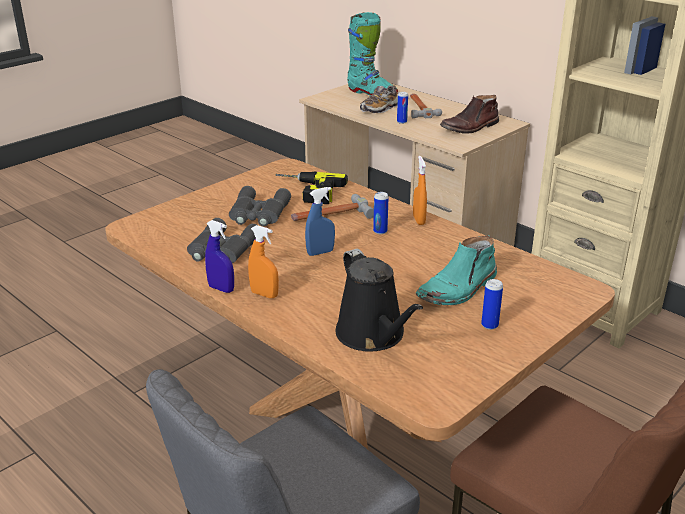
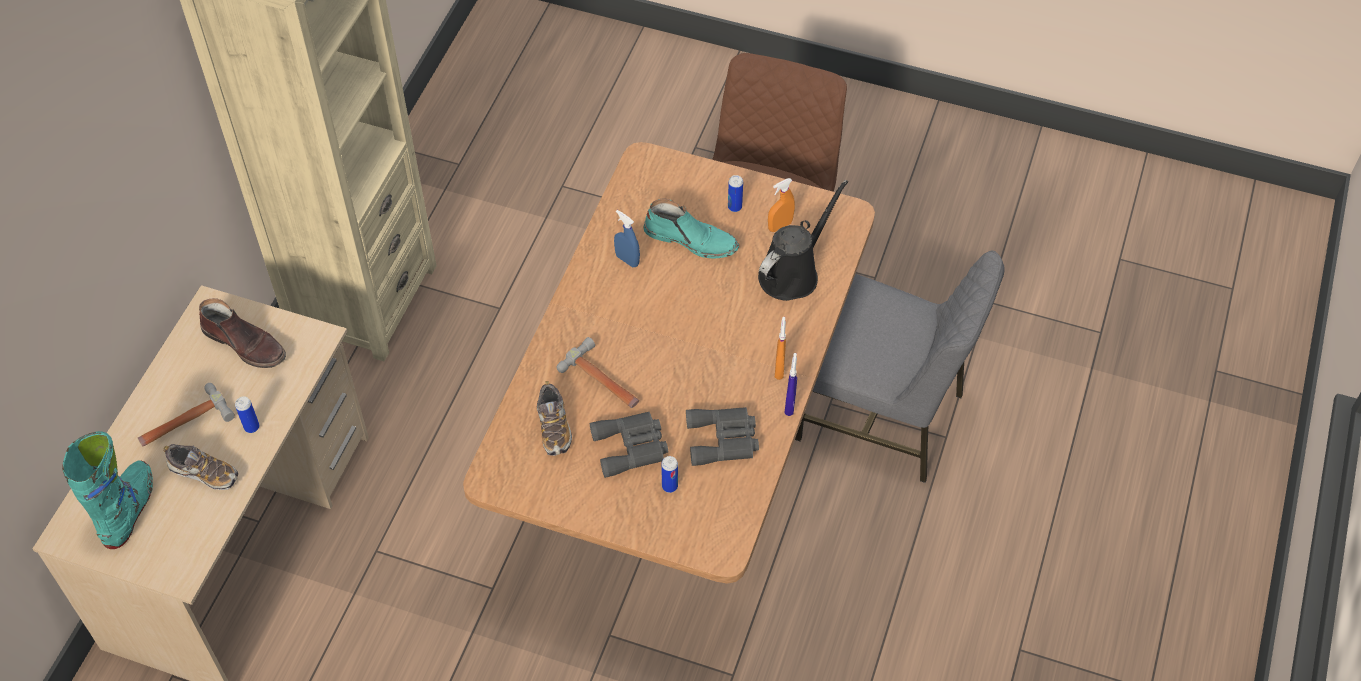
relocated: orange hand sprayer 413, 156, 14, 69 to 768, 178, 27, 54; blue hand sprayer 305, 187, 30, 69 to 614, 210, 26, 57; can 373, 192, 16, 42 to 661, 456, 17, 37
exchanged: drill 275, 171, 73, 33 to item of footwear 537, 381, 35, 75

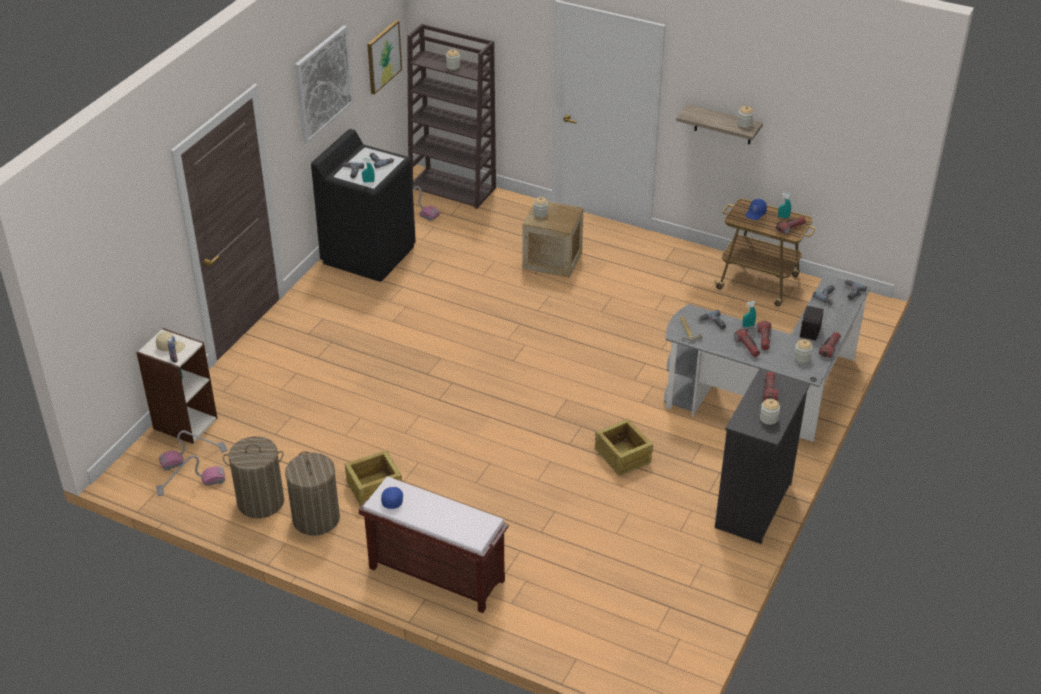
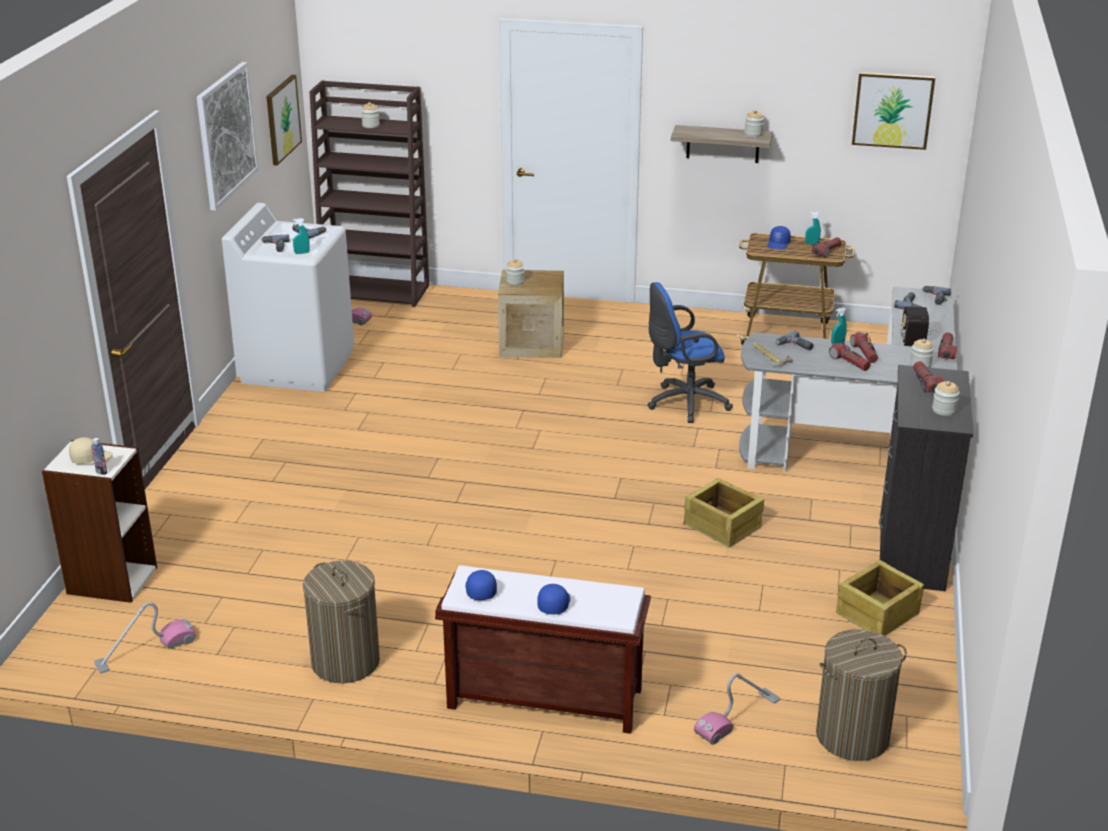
appeared: wall picture 852, 72, 83, 78; blue desk chair 647, 282, 86, 141; blue cap 537, 584, 33, 30
relocated: vacuum 159, 430, 68, 41 to 694, 673, 86, 71; hamper 223, 436, 61, 82 to 816, 629, 91, 132; packing crate 345, 450, 57, 57 to 836, 559, 88, 77
colour: black laundry appliance 311, 129, 105, 153 to white-coloured laundry appliance 222, 203, 132, 189

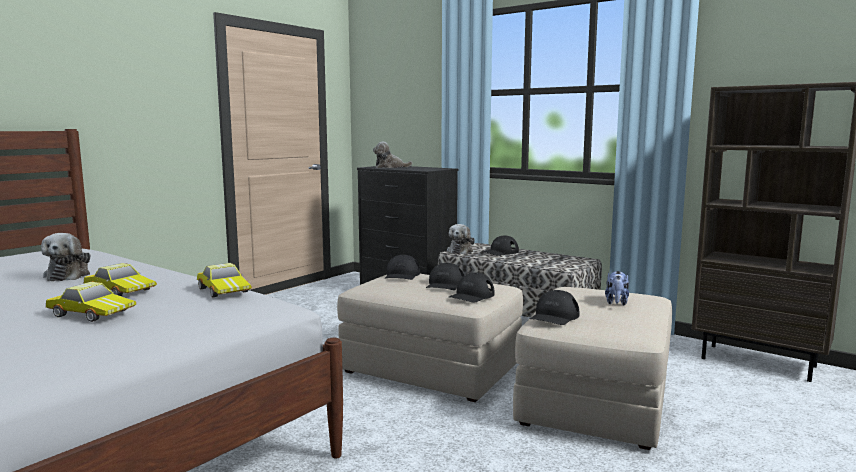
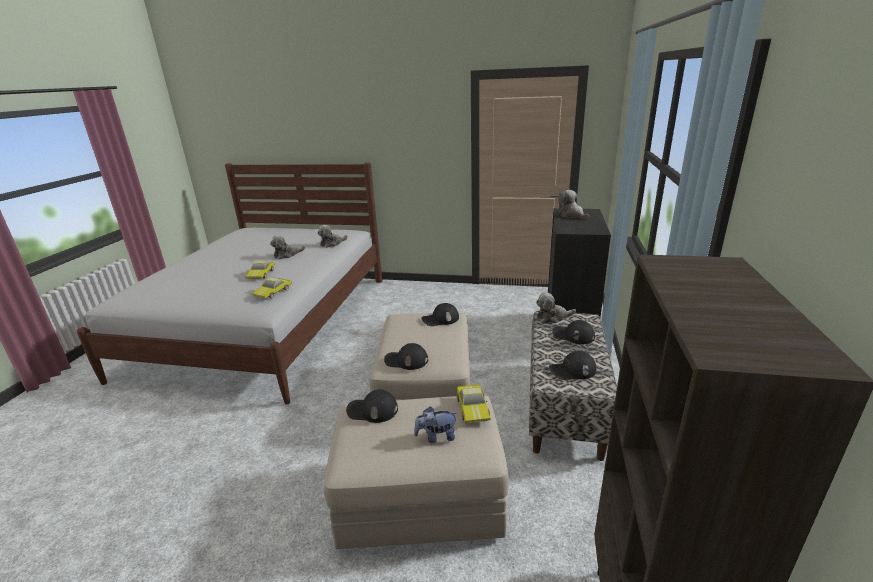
appeared: cuddly toy 318, 225, 30, 23
relocated: black cap 426, 263, 38, 27 to 549, 351, 48, 29; miniature car 46, 282, 90, 40 to 457, 384, 34, 39

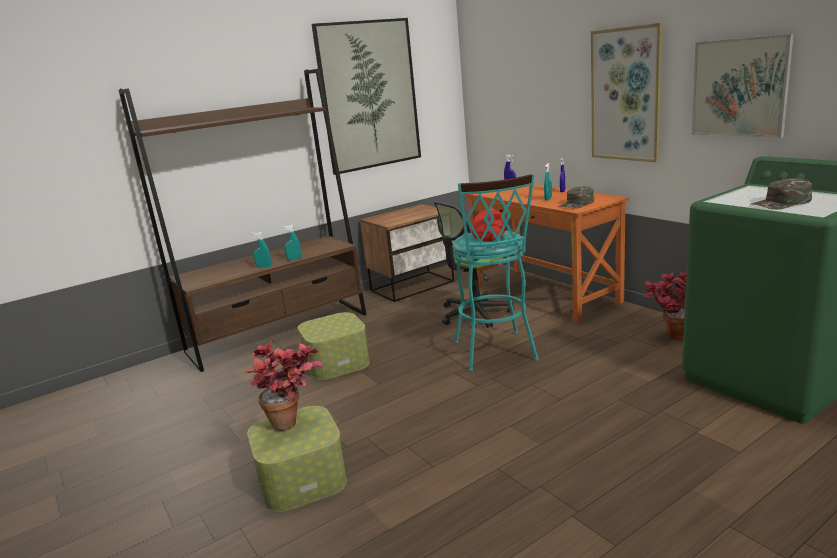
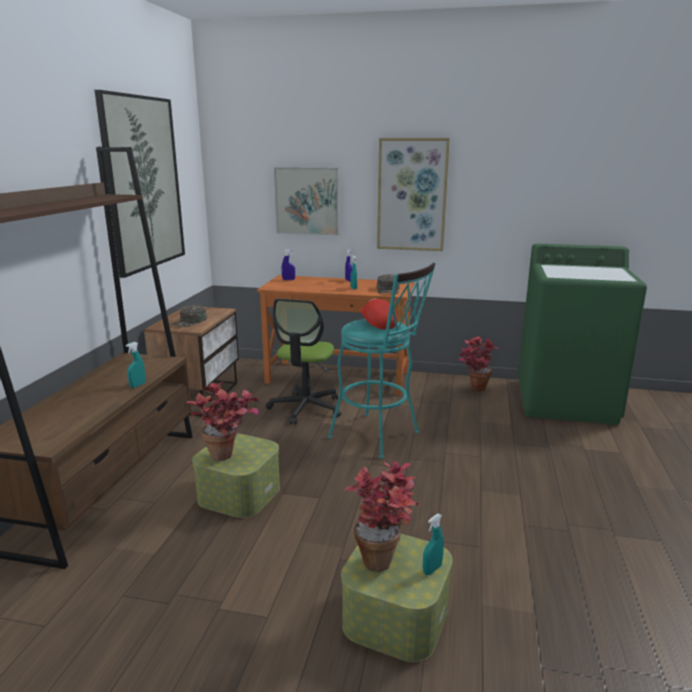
appeared: potted plant 186, 381, 73, 80
relocated: wall picture 691, 33, 103, 105 to 274, 167, 65, 68; green-coloured cap 751, 178, 61, 31 to 171, 305, 36, 22; turquoise-coloured hand sprayer 251, 232, 20, 36 to 423, 514, 21, 61

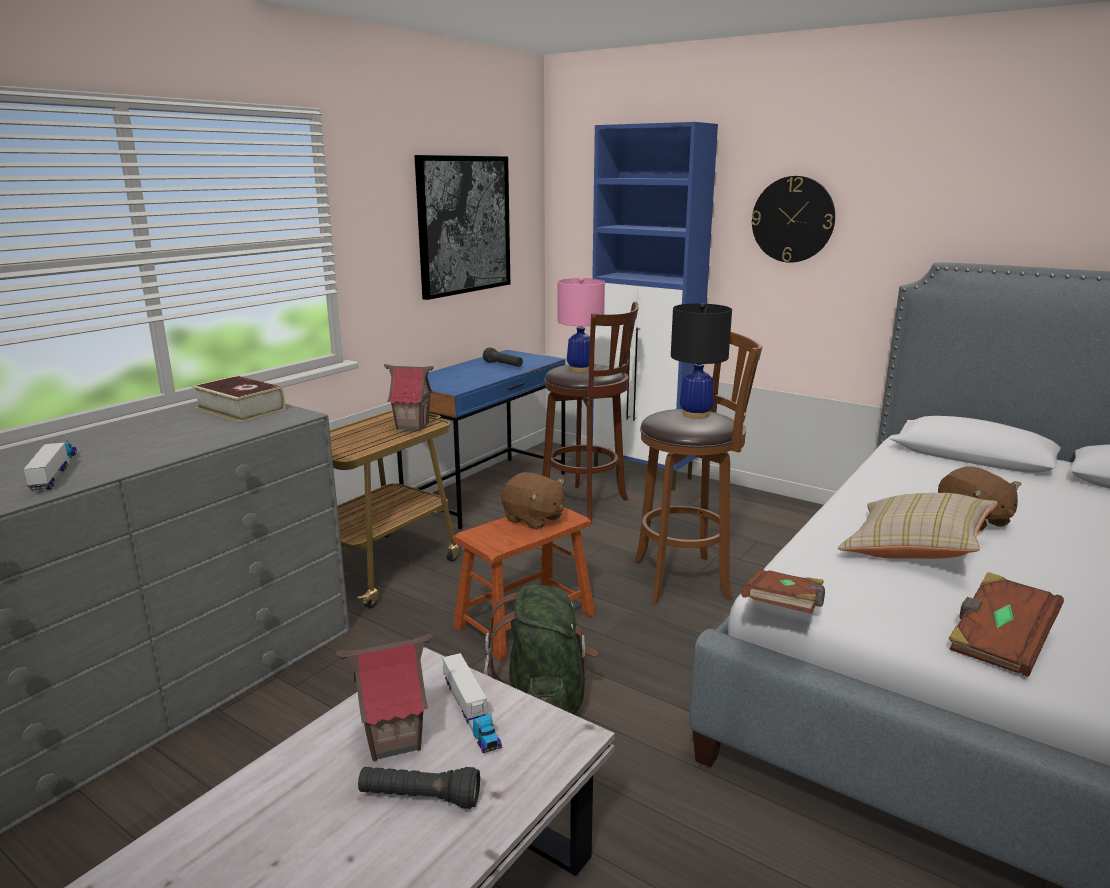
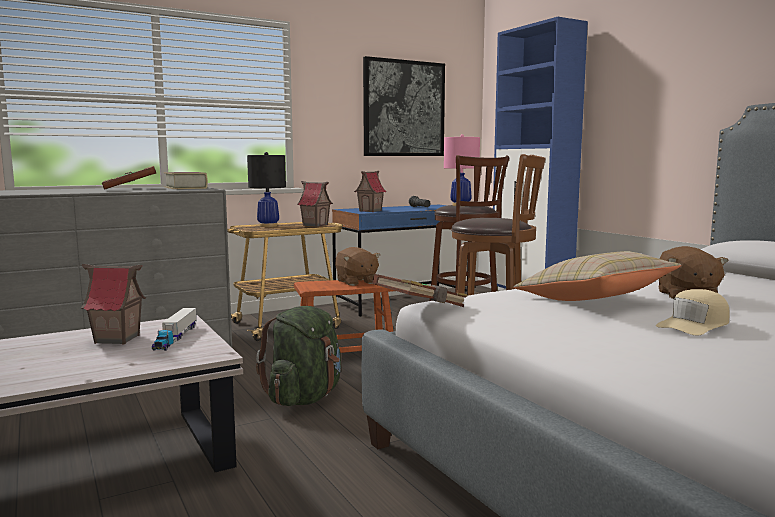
missing: hanging clock 751, 176, 84, 87; model truck 23, 439, 54, 53; black flashlight 358, 767, 122, 42
appeared: miniature house 354, 171, 32, 41; beige cap 656, 289, 74, 47
relocated: black table lamp 671, 303, 61, 116 to 247, 152, 39, 75; brown book 949, 572, 115, 104 to 102, 166, 54, 24

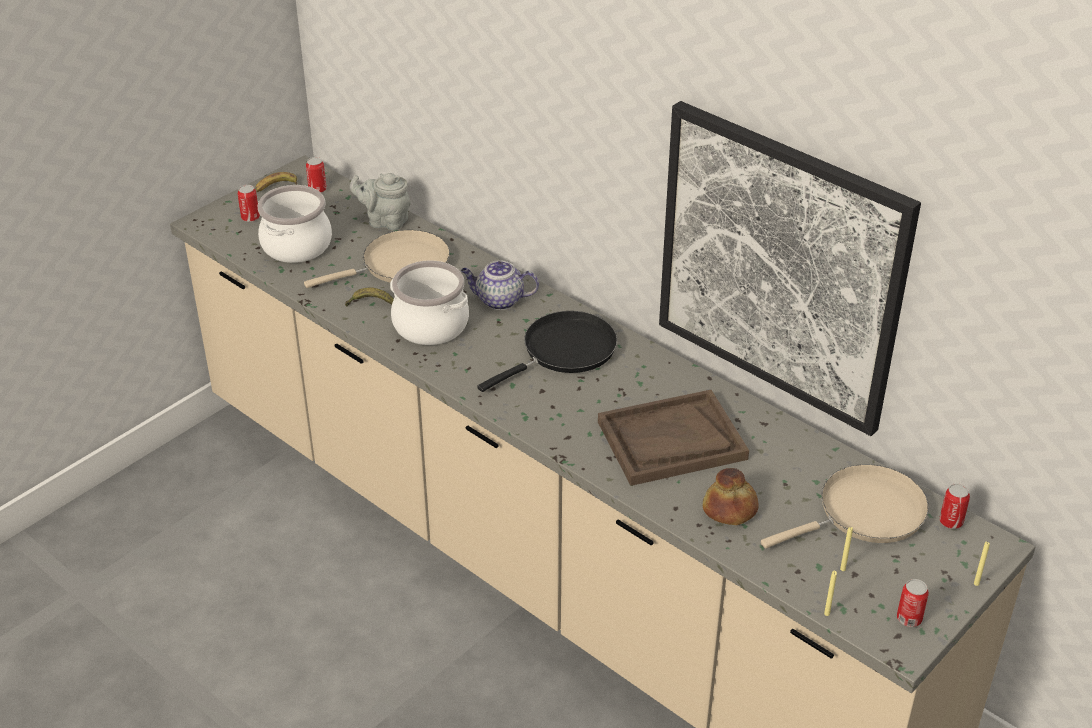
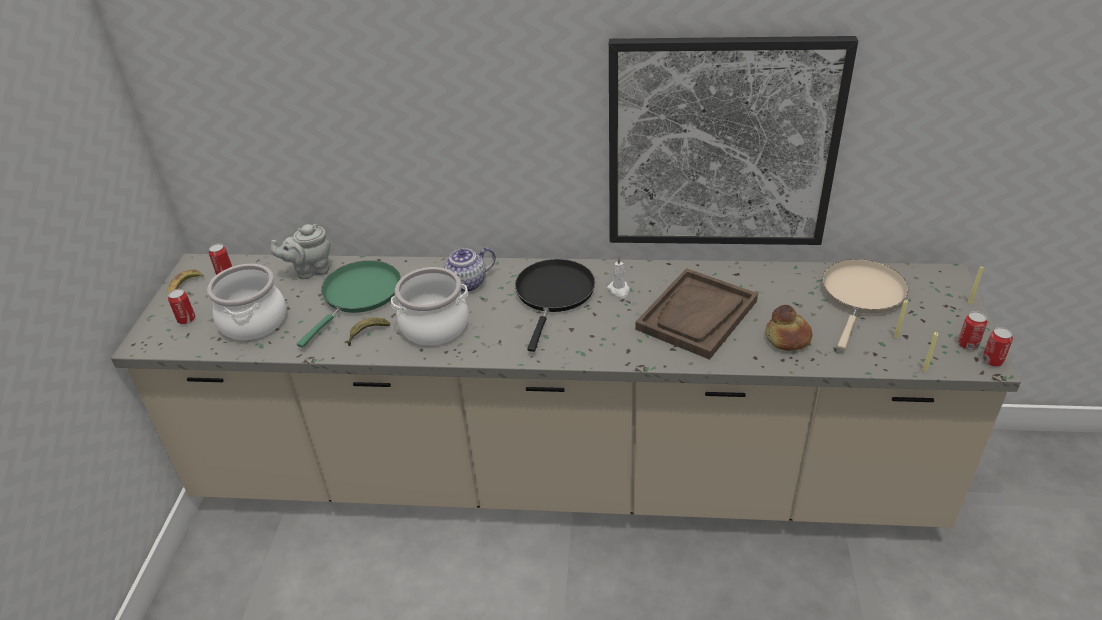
appeared: white-coloured wax candle 607, 257, 23, 41
relocated: can 939, 483, 31, 46 to 982, 327, 31, 40
colour: beige frying pan 304, 230, 146, 58 to green-coloured frying pan 297, 260, 104, 88

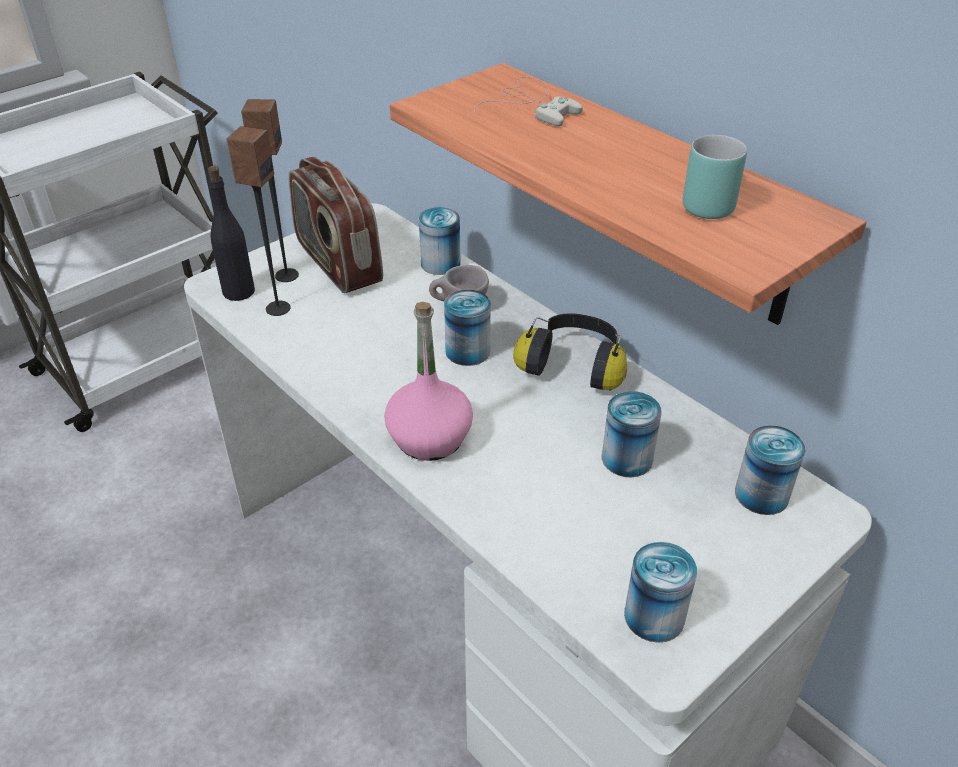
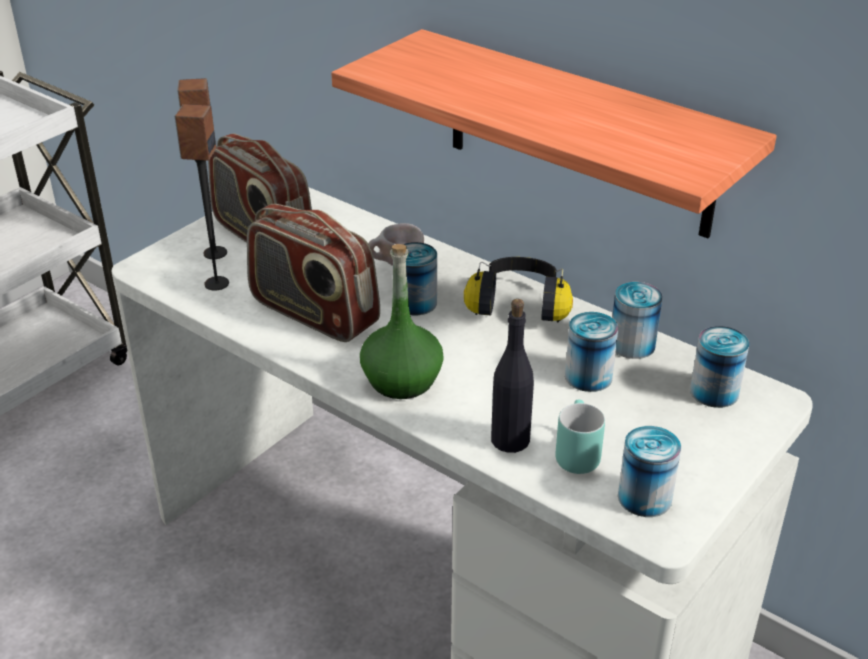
missing: white-coloured gamepad 474, 77, 109, 49
appeared: radio 247, 204, 133, 138
relocated: turquoise-coloured tea mug 683, 135, 64, 84 to 555, 400, 50, 74; black drink bottle 208, 166, 47, 135 to 491, 299, 43, 154; can 419, 207, 42, 68 to 612, 282, 51, 77
colour: pinkish drink bottle 384, 302, 89, 159 to green-coloured drink bottle 360, 244, 84, 155

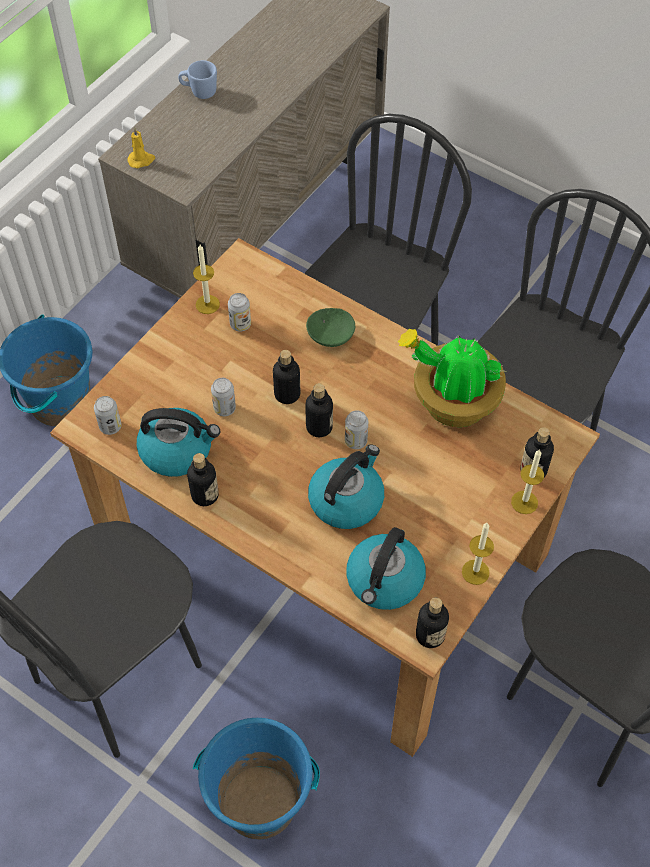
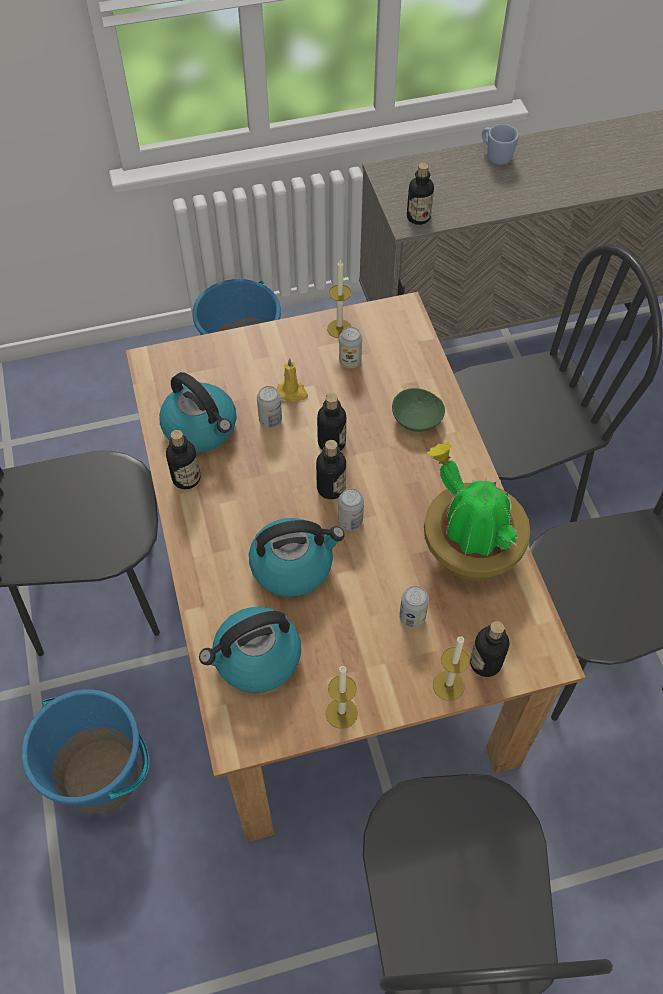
relocated: yellow-coloured wax candle 127, 127, 28, 41 to 277, 358, 31, 44; can 94, 396, 27, 39 to 399, 586, 30, 42; drink bottle 416, 597, 33, 51 to 407, 163, 27, 62

